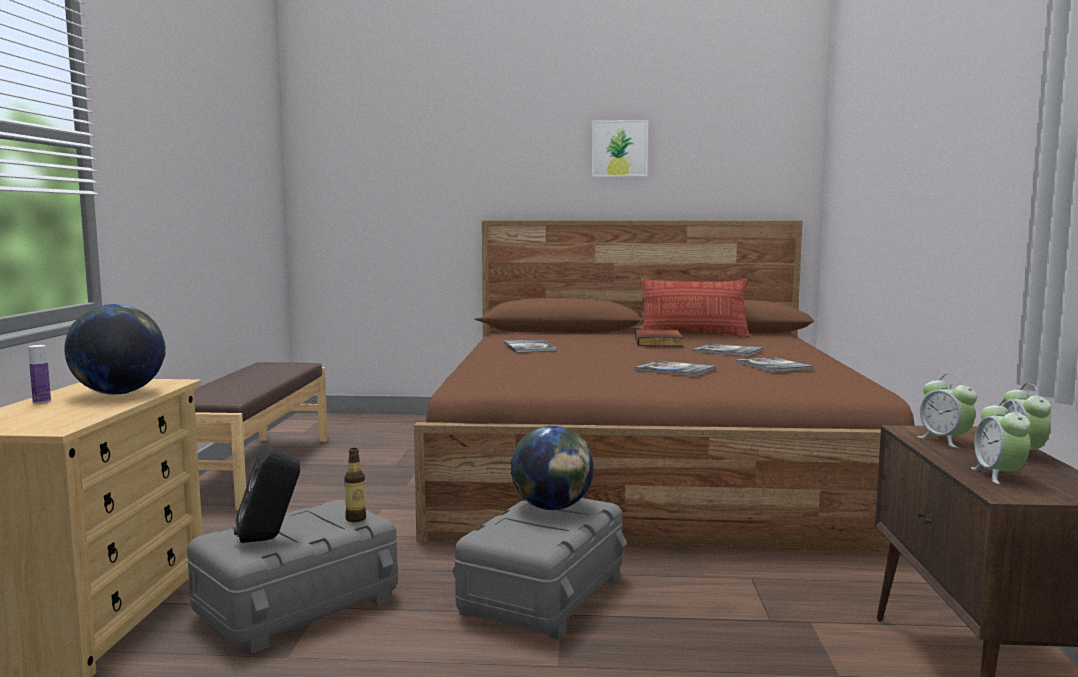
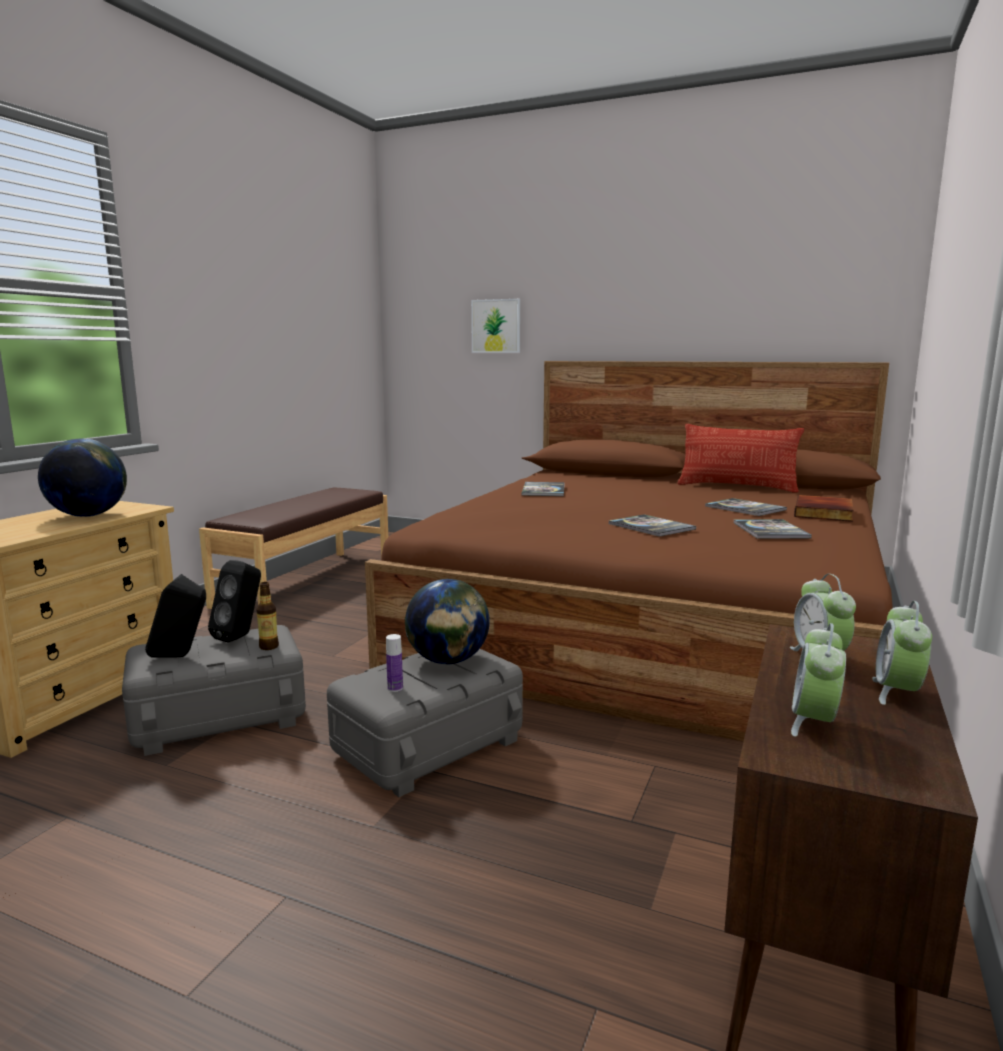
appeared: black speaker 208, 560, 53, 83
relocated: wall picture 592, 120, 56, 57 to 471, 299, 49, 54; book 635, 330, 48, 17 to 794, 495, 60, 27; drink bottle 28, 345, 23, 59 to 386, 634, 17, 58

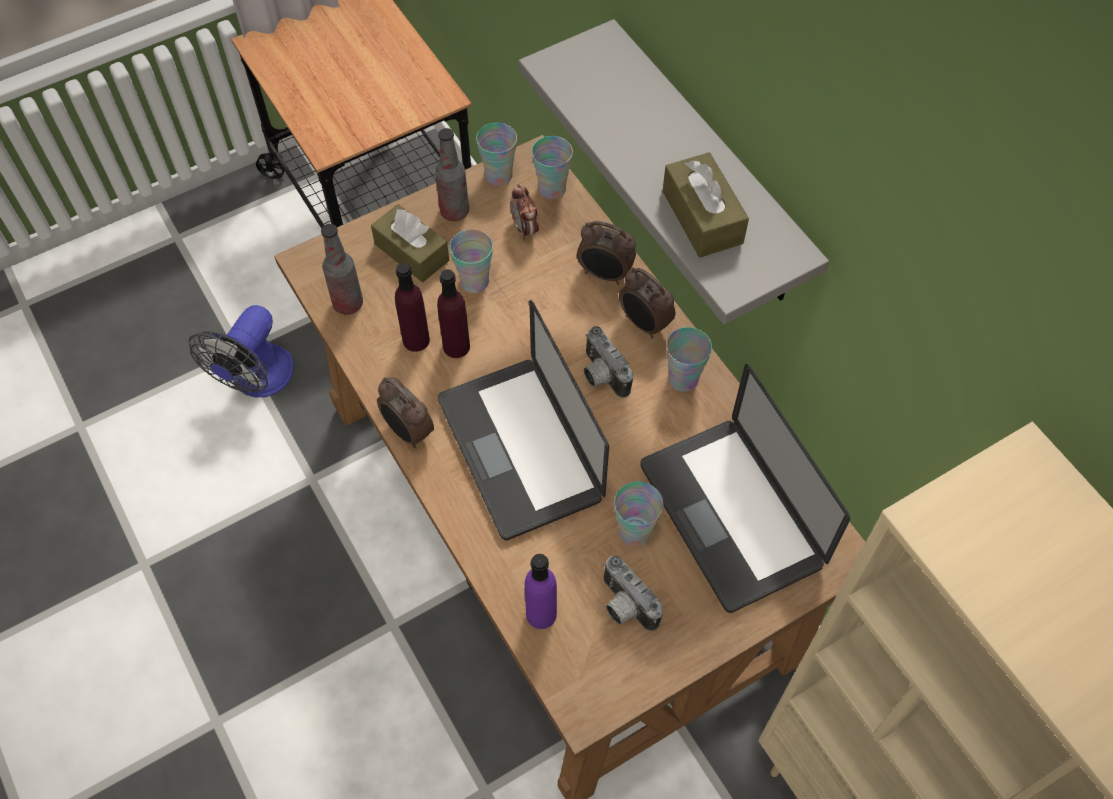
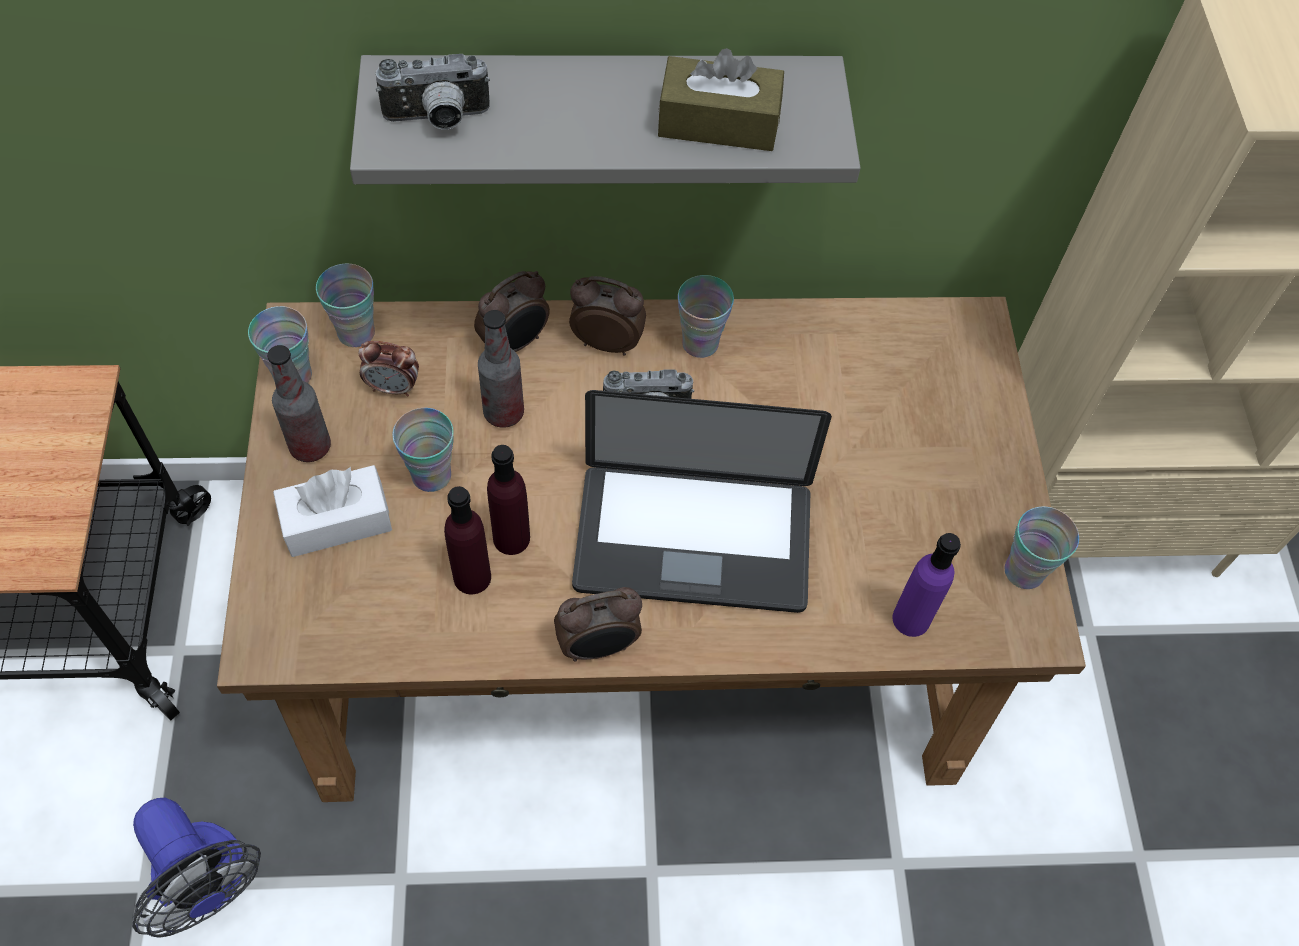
missing: notebook computer 640, 364, 210, 249
relocated: drink bottle 321, 224, 42, 91 to 478, 310, 46, 118; small cup 614, 482, 49, 64 to 1004, 506, 75, 83; photo camera 603, 556, 60, 75 to 376, 54, 114, 76
colour: brown tissue box 371, 204, 78, 78 to white-coloured tissue box 273, 465, 119, 92
spun: bedside clock 619, 267, 56, 71 = 569, 276, 77, 80 150 degrees counterclockwise

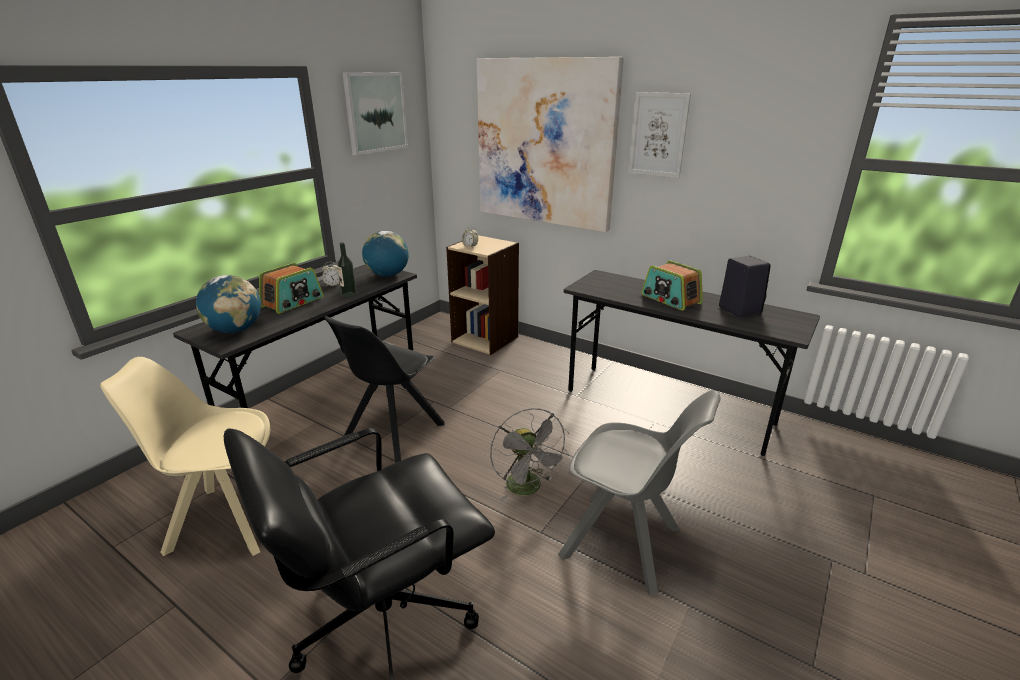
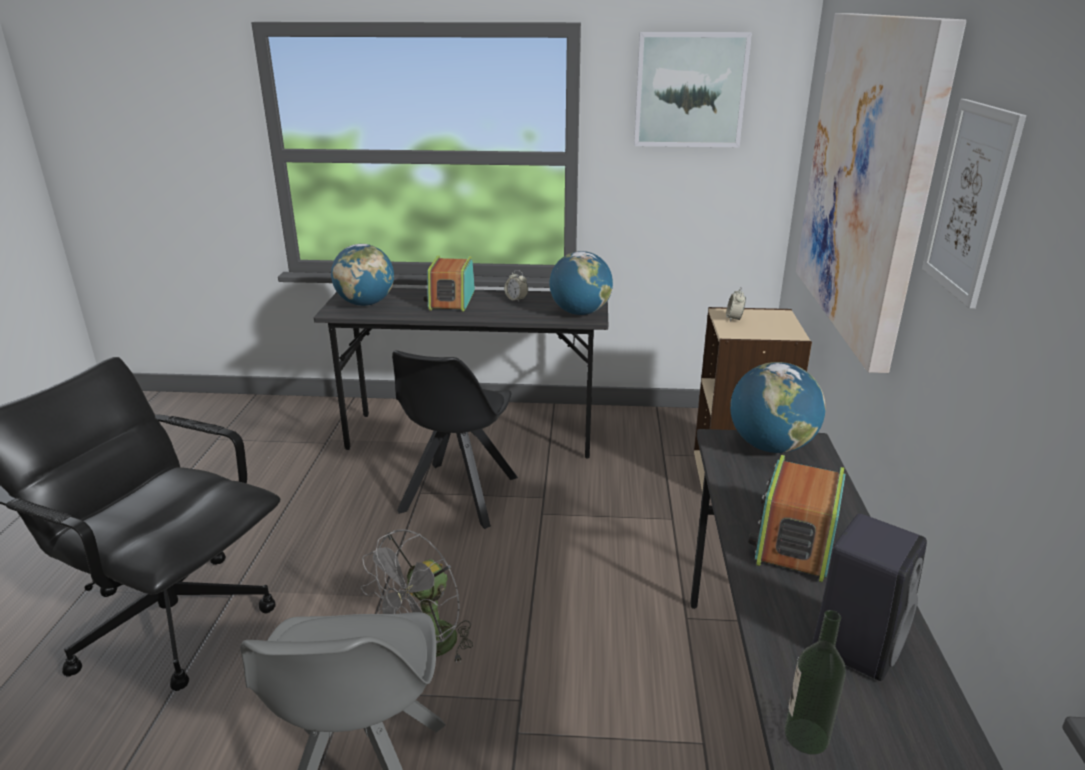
missing: beige plain chair 100, 357, 170, 199
appeared: world globe 730, 362, 96, 91
relocated: drink bottle 337, 243, 20, 55 to 784, 610, 62, 145
spun: radio 259, 263, 64, 51 = 423, 255, 52, 57 90 degrees clockwise; black plain chair 324, 316, 120, 146 = 392, 350, 126, 179 75 degrees counterclockwise

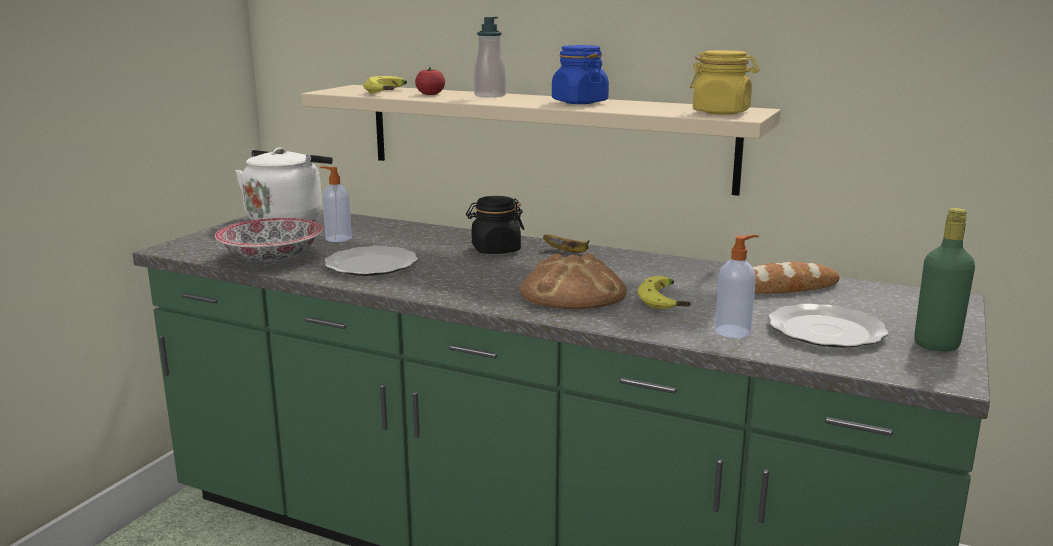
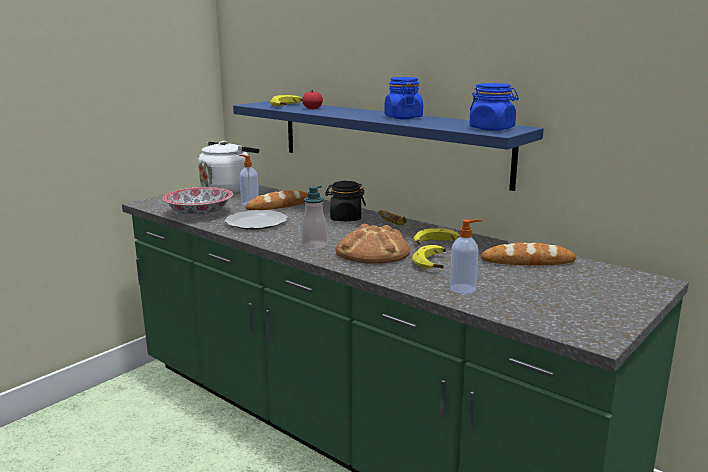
missing: green-coloured drink bottle 914, 208, 61, 143; dinner plate 768, 304, 120, 43
appeared: bakery bread 246, 190, 62, 20; banana 413, 228, 47, 17
relocated: soap bottle 474, 17, 32, 81 to 301, 185, 27, 65
colour: yellow-coloured jar 690, 50, 70, 65 to blue jar 469, 83, 50, 48; beige bracket shelf 301, 85, 480, 111 to blue bracket shelf 233, 101, 311, 90

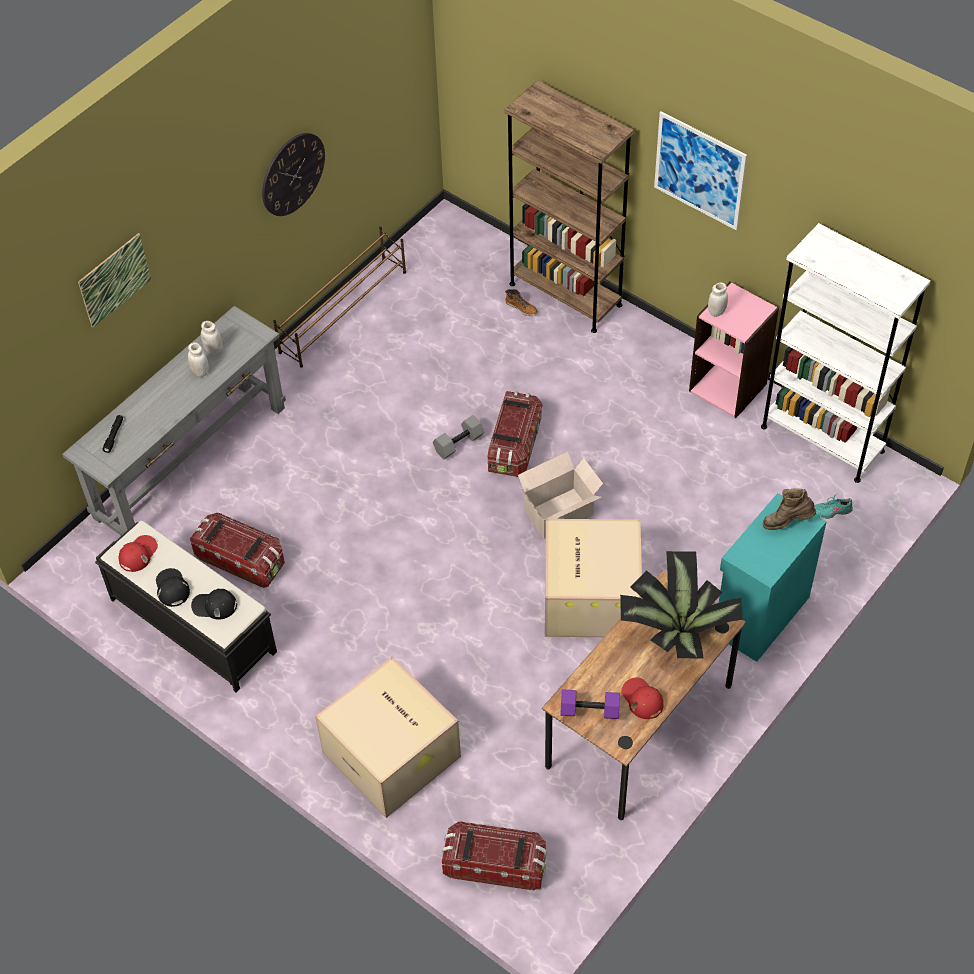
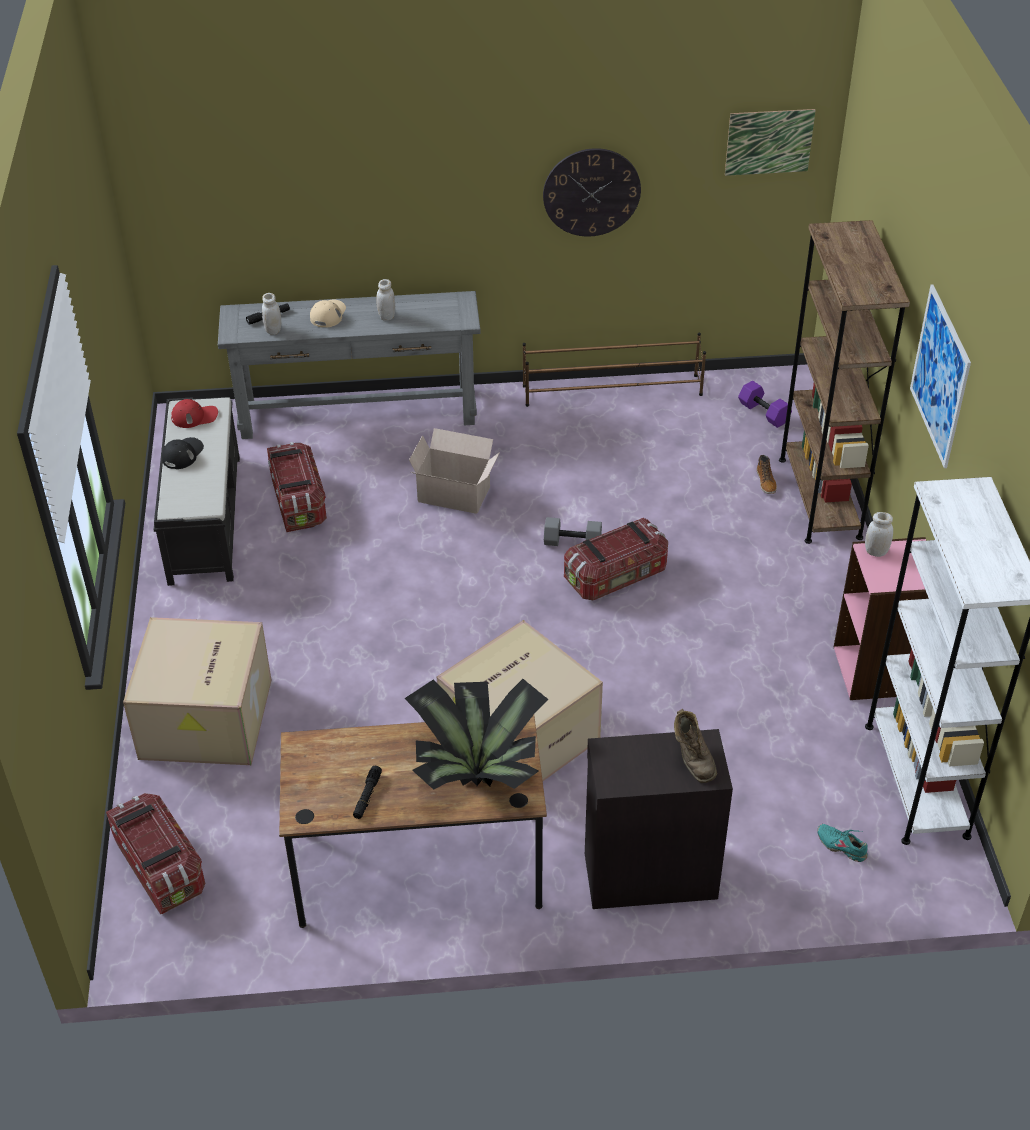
missing: black cap 191, 589, 46, 31
appeared: beige cap 310, 299, 36, 29
relocated: wall picture 78, 233, 73, 95 to 725, 109, 91, 67; white-coloured jar 201, 321, 21, 33 to 262, 293, 19, 42; packing box 518, 452, 85, 87 to 409, 428, 91, 86; purplish hand weight 560, 689, 60, 30 to 738, 381, 54, 47
exchanged: red-coloured cap 621, 677, 43, 42 to black flashlight 353, 766, 29, 53
colour: turquoise-coloured cabinet 719, 493, 108, 169 to black cabinet 585, 729, 148, 180
spun: brown boot 763, 488, 53, 42 = 674, 709, 43, 74 150 degrees counterclockwise

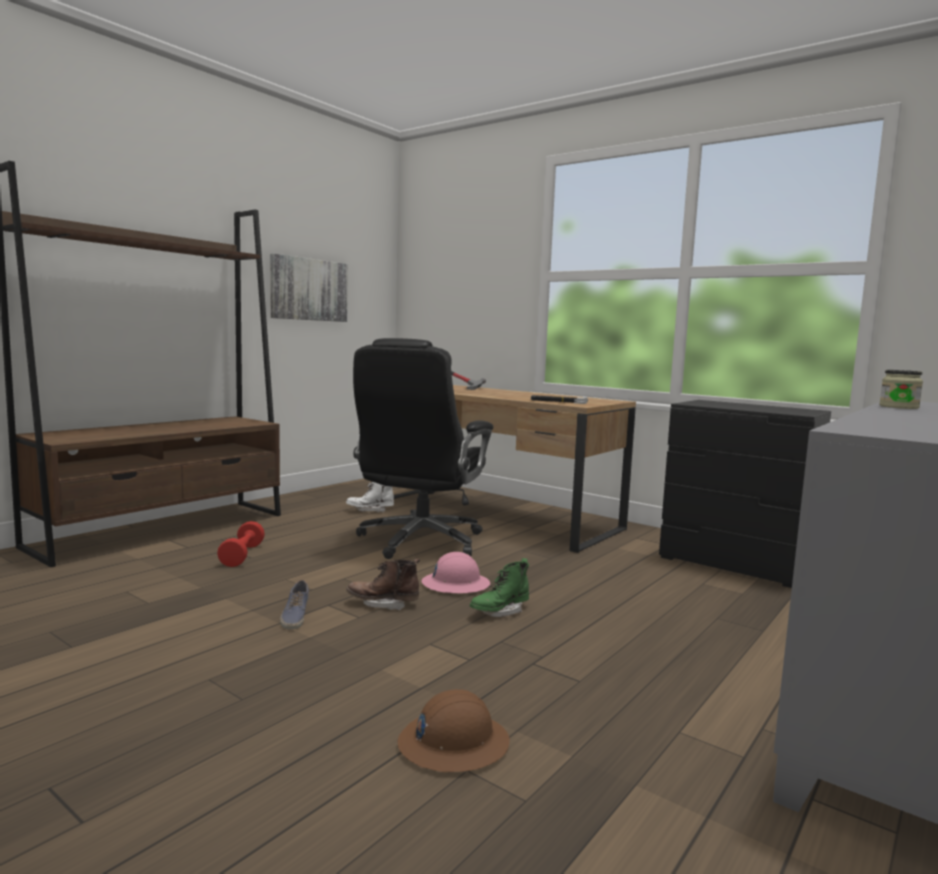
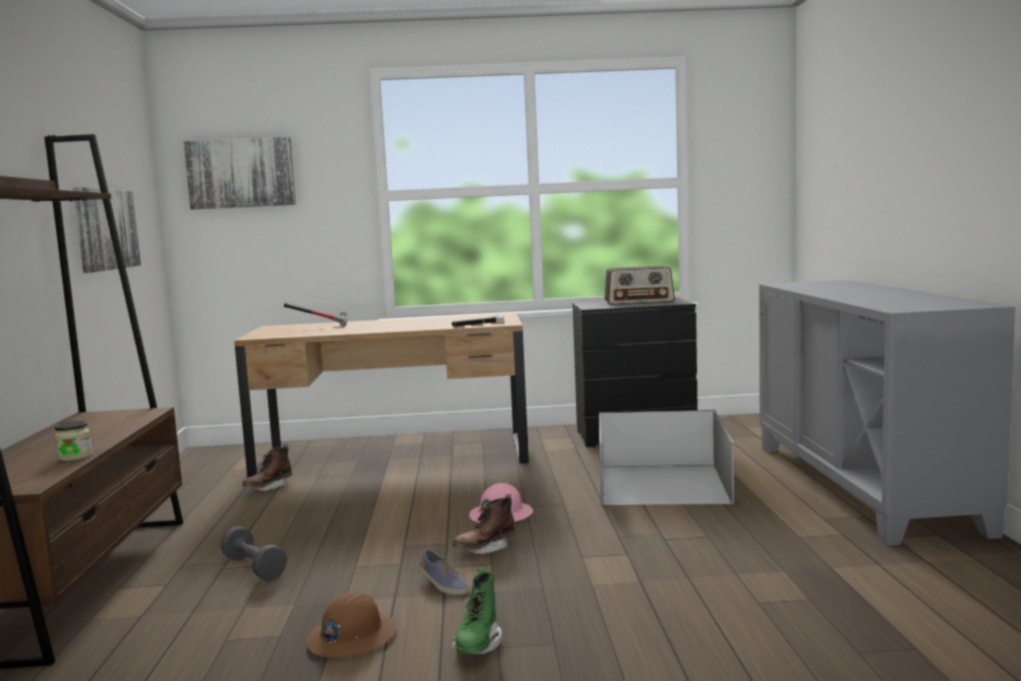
missing: black desk chair 353, 338, 140, 221
appeared: wall picture 184, 137, 112, 72; radio 604, 266, 71, 38; white-coloured storage container 599, 410, 135, 95
relocated: jar 879, 370, 44, 39 to 54, 421, 38, 40; green-coloured boot 470, 558, 59, 59 to 451, 567, 51, 88; brown work helmet 397, 689, 113, 83 to 307, 592, 89, 66
colour: white-coloured boot 346, 482, 48, 31 to brown boot 242, 445, 50, 46; red-coloured hand weight 217, 521, 48, 46 to grey hand weight 220, 527, 67, 53

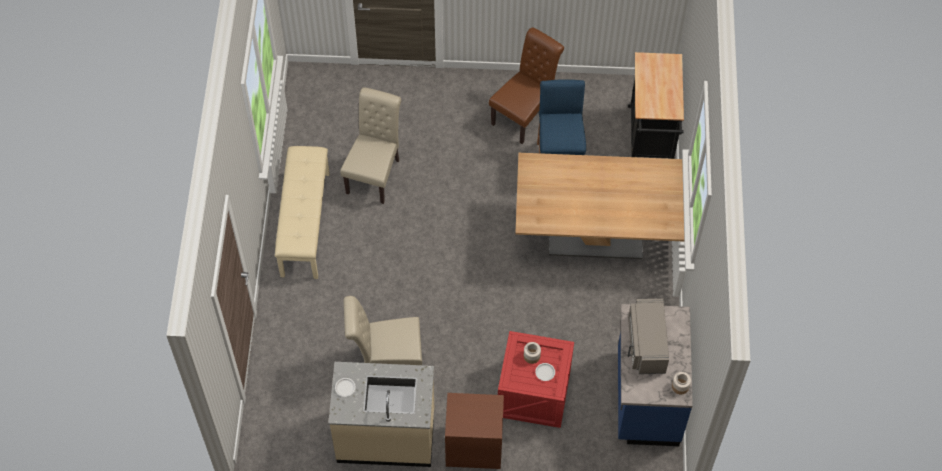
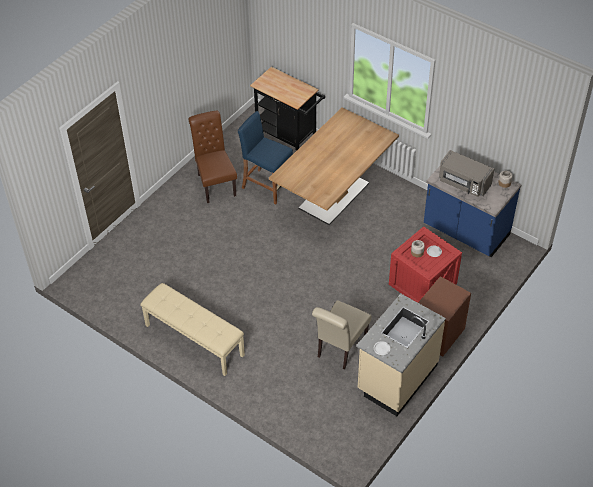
missing: beige plain chair 340, 87, 61, 117

